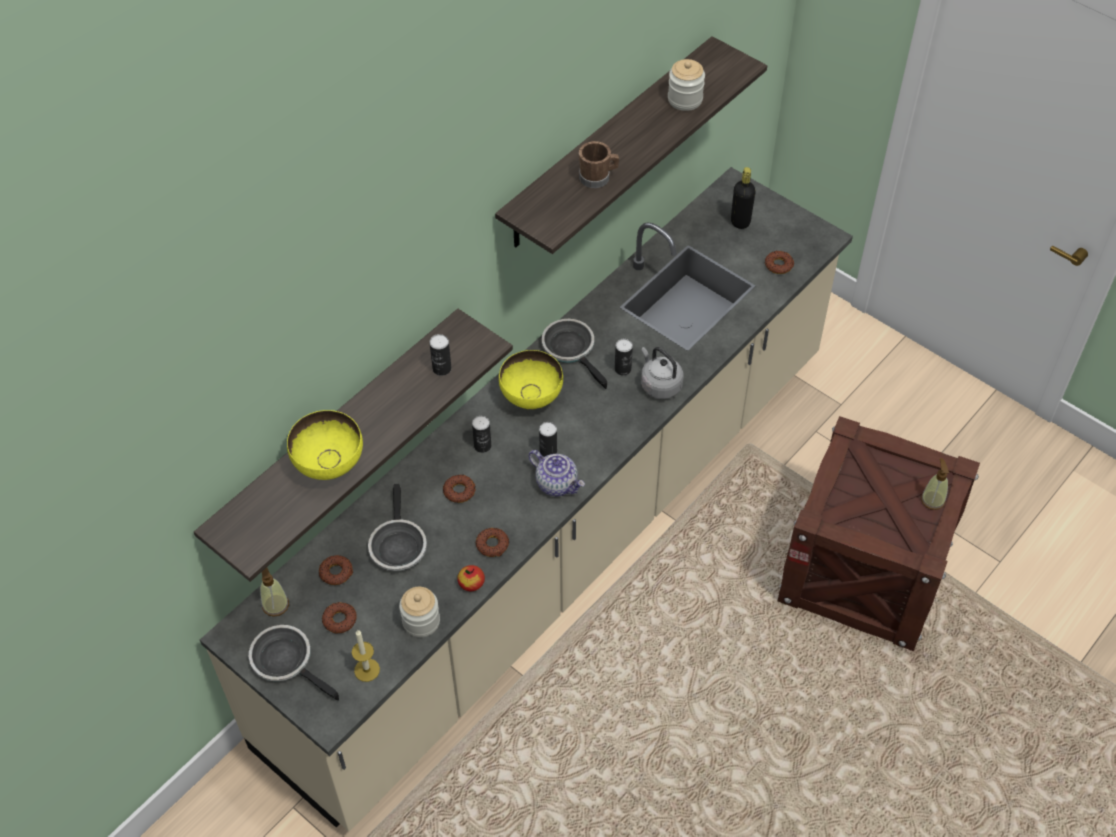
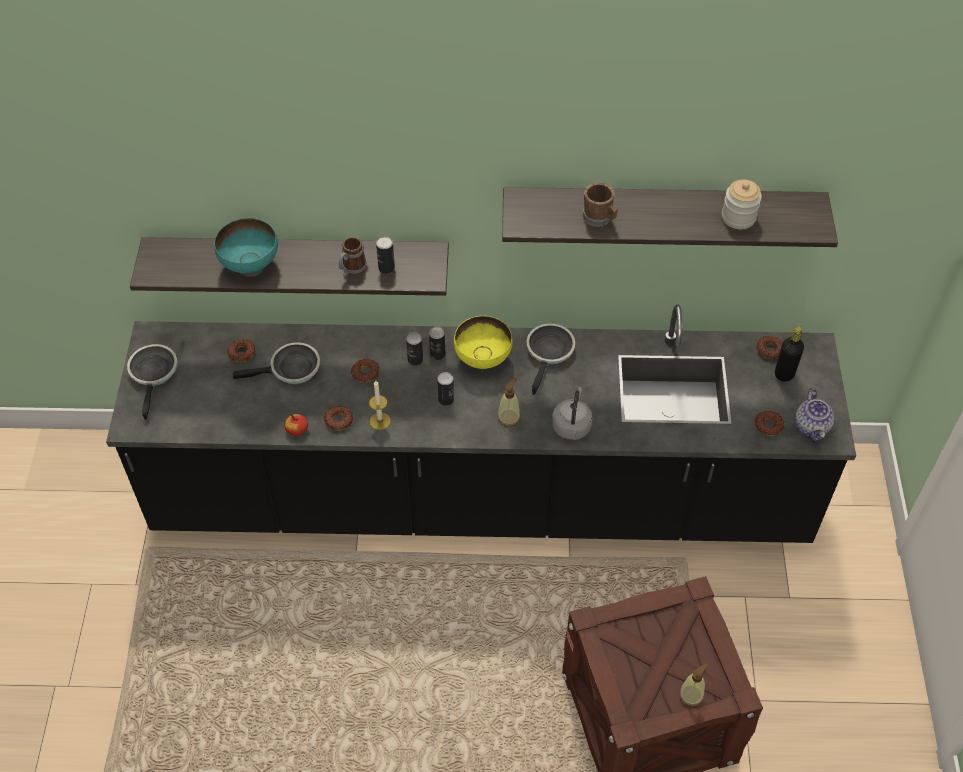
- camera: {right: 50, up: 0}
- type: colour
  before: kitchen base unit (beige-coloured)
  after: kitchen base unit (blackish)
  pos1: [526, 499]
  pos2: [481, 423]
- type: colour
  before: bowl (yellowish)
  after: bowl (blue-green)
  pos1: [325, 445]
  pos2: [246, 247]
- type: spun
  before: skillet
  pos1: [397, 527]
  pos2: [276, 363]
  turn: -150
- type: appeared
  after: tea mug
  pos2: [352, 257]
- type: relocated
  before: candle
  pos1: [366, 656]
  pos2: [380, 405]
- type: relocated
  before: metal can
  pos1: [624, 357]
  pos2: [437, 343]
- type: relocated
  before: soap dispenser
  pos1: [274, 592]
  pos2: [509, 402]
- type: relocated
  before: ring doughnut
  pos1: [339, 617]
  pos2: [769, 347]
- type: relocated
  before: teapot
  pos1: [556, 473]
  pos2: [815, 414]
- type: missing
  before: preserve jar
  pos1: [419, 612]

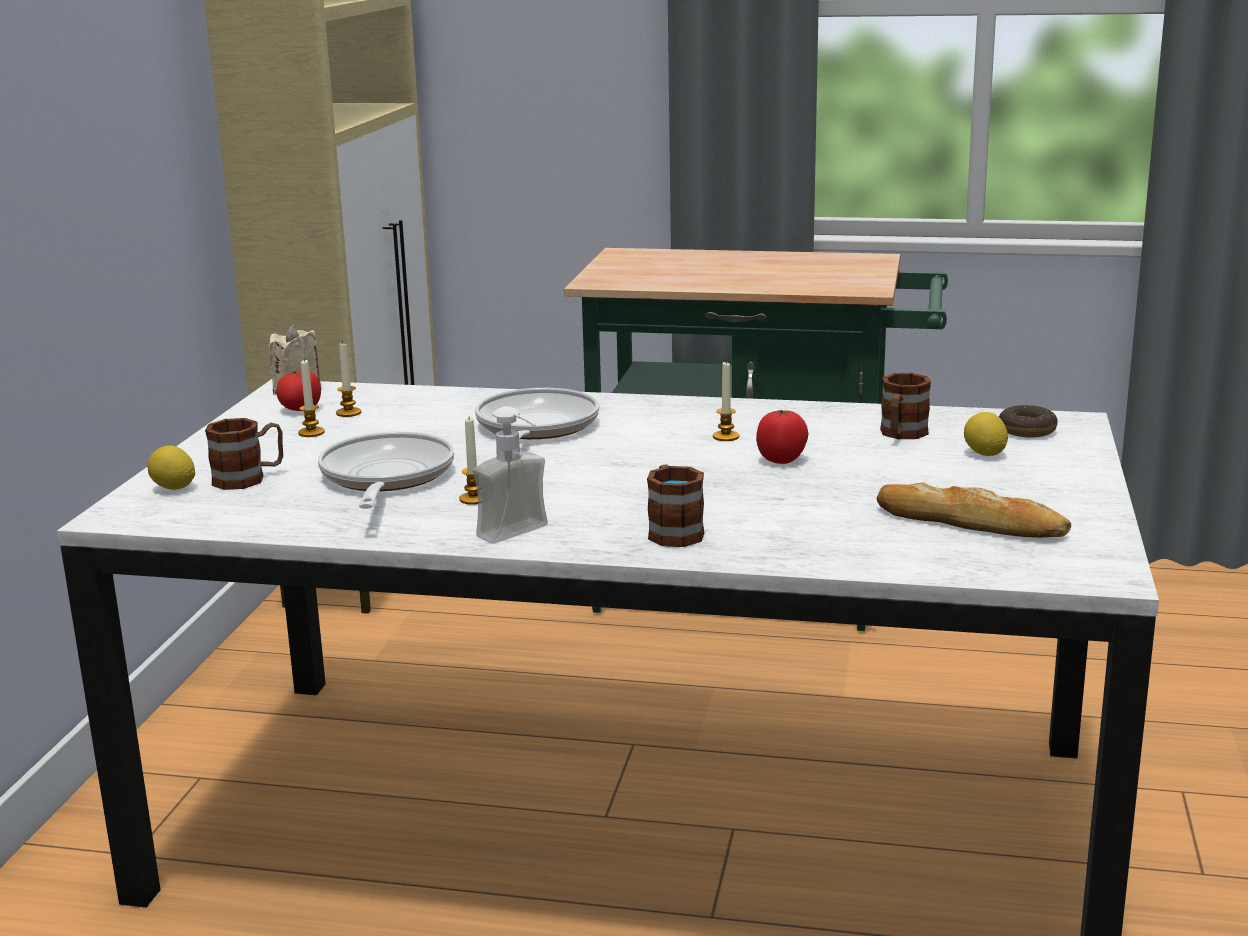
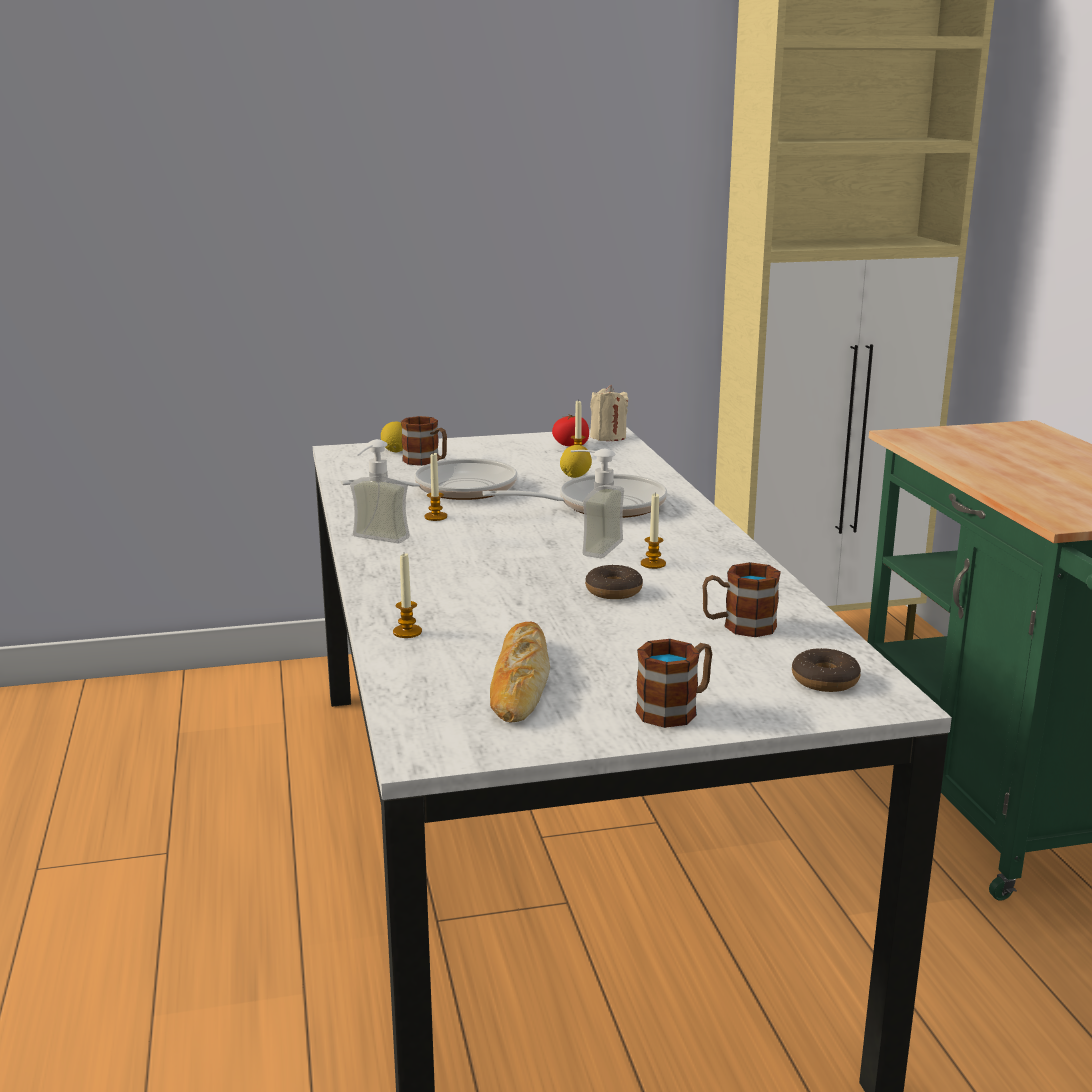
- camera: {right: 65, up: 0}
- type: relocated
  before: candle
  pos1: [311, 398]
  pos2: [407, 595]
- type: relocated
  before: whole lemon
  pos1: [986, 434]
  pos2: [576, 461]
- type: appeared
  after: soap dispenser
  pos2: [597, 503]
- type: exchanged
  before: whole tomato
  after: ring doughnut
  pos1: [782, 437]
  pos2: [614, 581]
- type: relocated
  before: tea mug
  pos1: [675, 506]
  pos2: [674, 683]

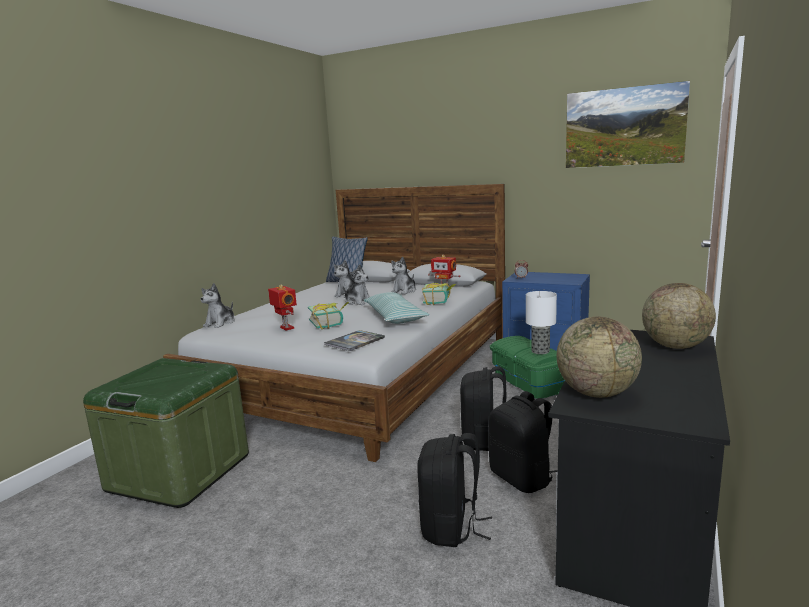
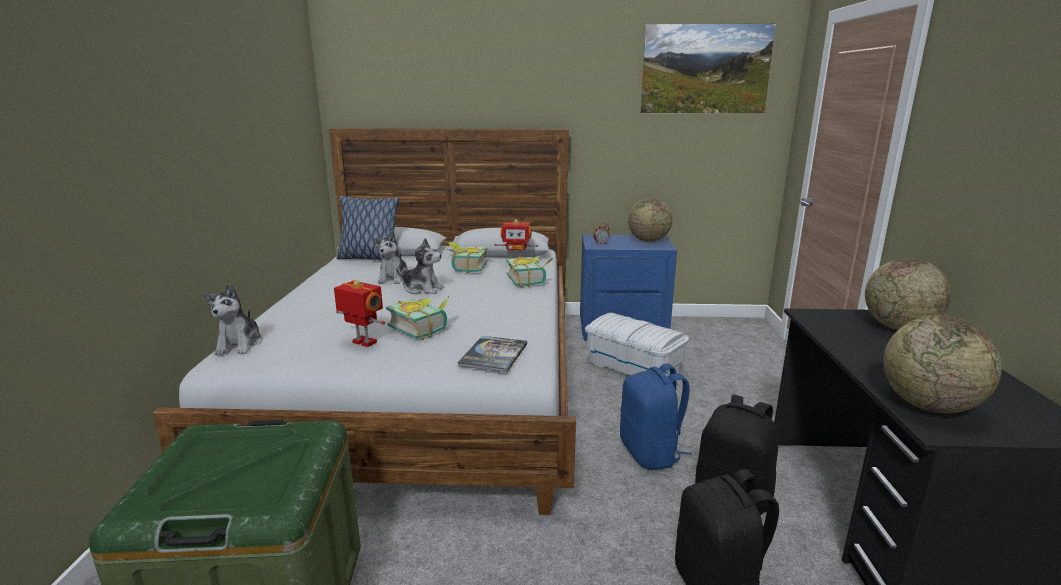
- camera: {right: -25, up: 5}
- type: exchanged
  before: soft toy
  after: book
  pos1: [403, 275]
  pos2: [468, 258]
- type: colour
  before: storage container (greenish)
  after: storage container (white-coloured)
  pos1: [527, 367]
  pos2: [637, 345]
- type: colour
  before: backpack (blackish)
  after: backpack (bluish)
  pos1: [483, 408]
  pos2: [656, 416]
- type: appeared
  after: desk globe
  pos2: [650, 220]
- type: missing
  before: throw pillow
  pos1: [396, 308]
- type: missing
  before: table lamp
  pos1: [541, 322]

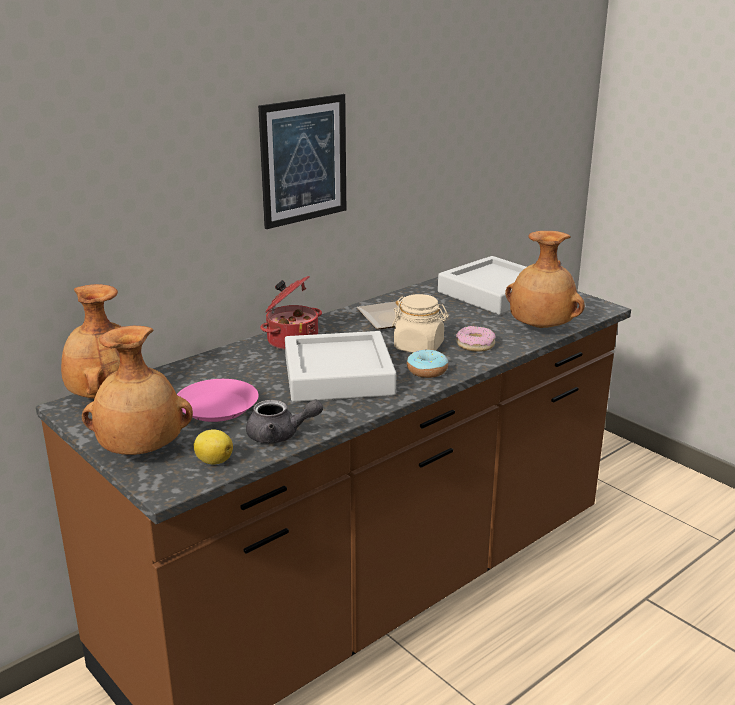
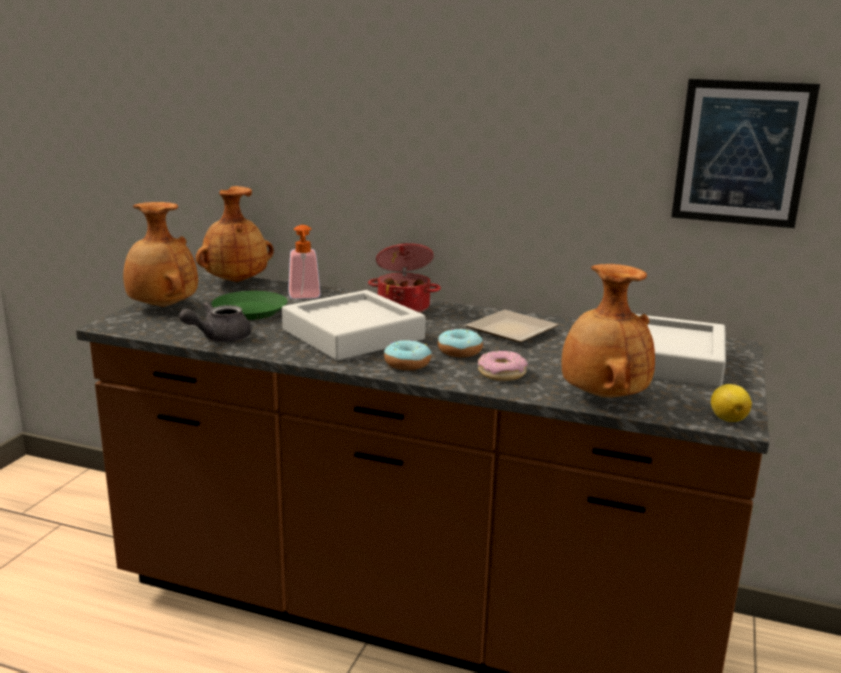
- camera: {right: 60, up: -5}
- type: spun
  before: teapot (gray)
  pos1: [284, 421]
  pos2: [215, 322]
  turn: 75
- type: colour
  before: flat dish (pink-coloured)
  after: flat dish (greenish)
  pos1: [217, 400]
  pos2: [249, 305]
- type: appeared
  after: soap dispenser
  pos2: [304, 262]
- type: exchanged
  before: preserve jar (beige-coloured)
  after: ring doughnut
  pos1: [420, 323]
  pos2: [460, 343]
- type: relocated
  before: wall art
  pos1: [302, 161]
  pos2: [745, 153]
- type: relocated
  before: whole lemon
  pos1: [213, 447]
  pos2: [731, 403]

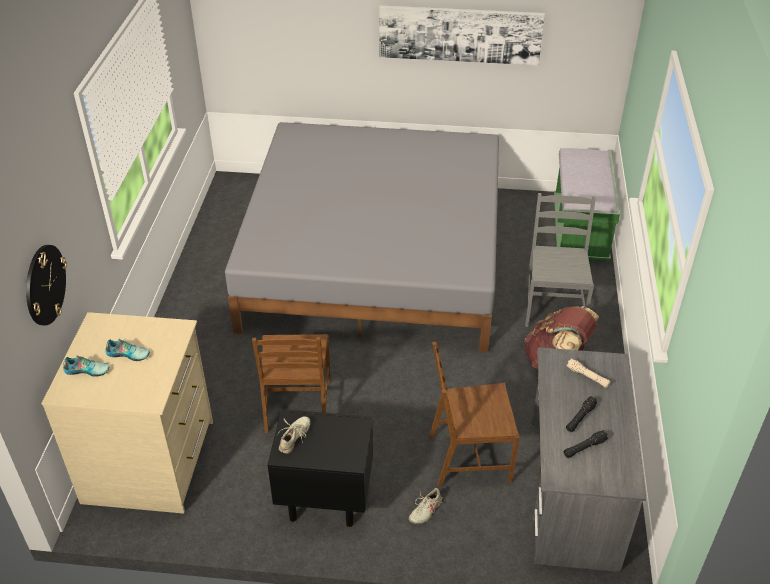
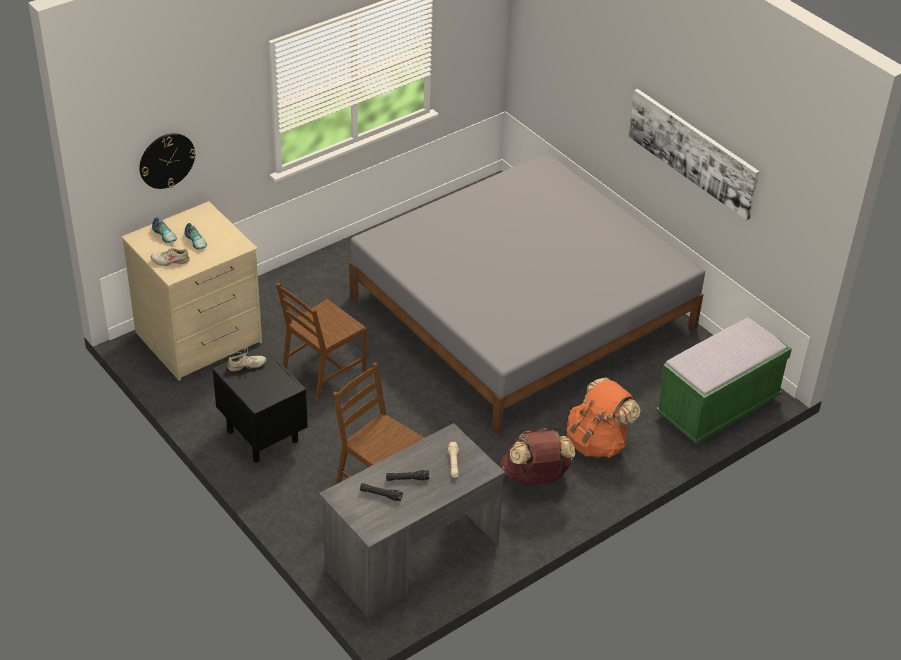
- camera: {right: 45, up: 0}
- type: relocated
  before: shoe (beige-coloured)
  pos1: [426, 506]
  pos2: [170, 256]
- type: exchanged
  before: upright chair (gray)
  after: backpack (orange-coloured)
  pos1: [560, 260]
  pos2: [604, 417]

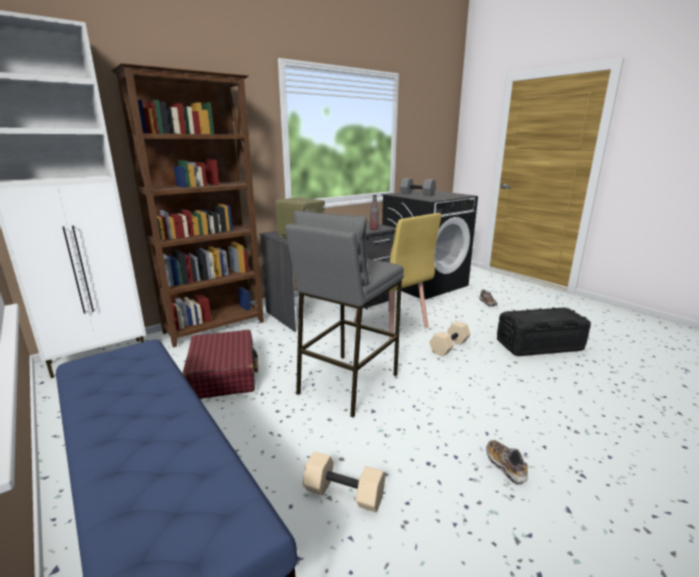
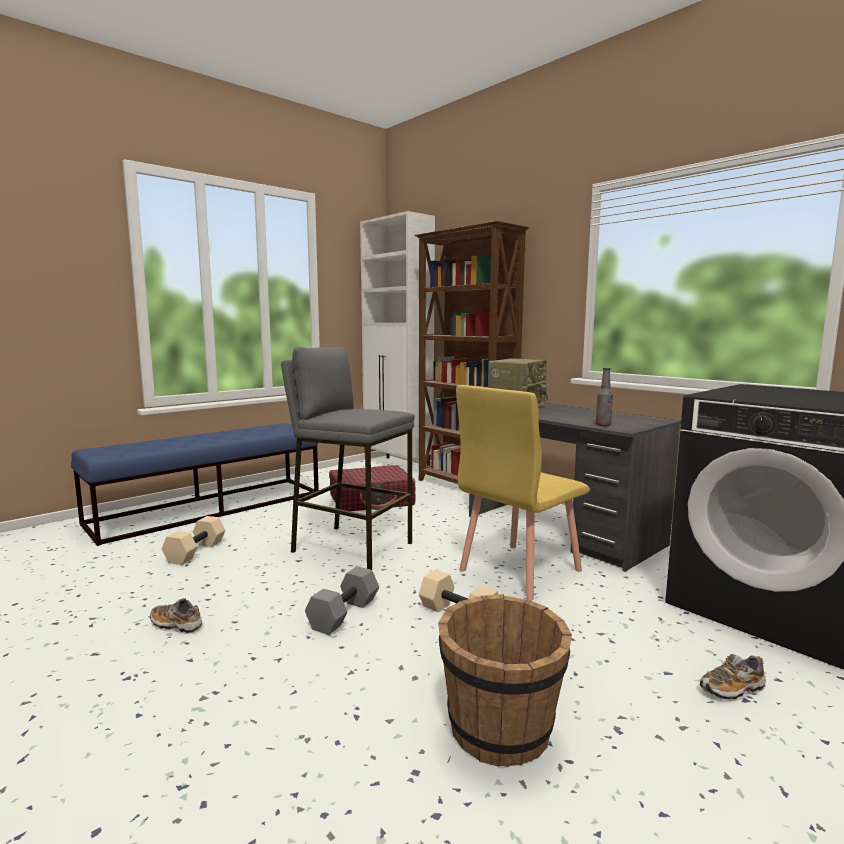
- camera: {right: 85, up: -10}
- type: spun
  before: shoe
  pos1: [507, 462]
  pos2: [176, 616]
  turn: -135
- type: relocated
  before: dumbbell (gray)
  pos1: [418, 187]
  pos2: [342, 600]
- type: exchanged
  before: storage container (blackish)
  after: bucket (brownish)
  pos1: [544, 331]
  pos2: [505, 680]

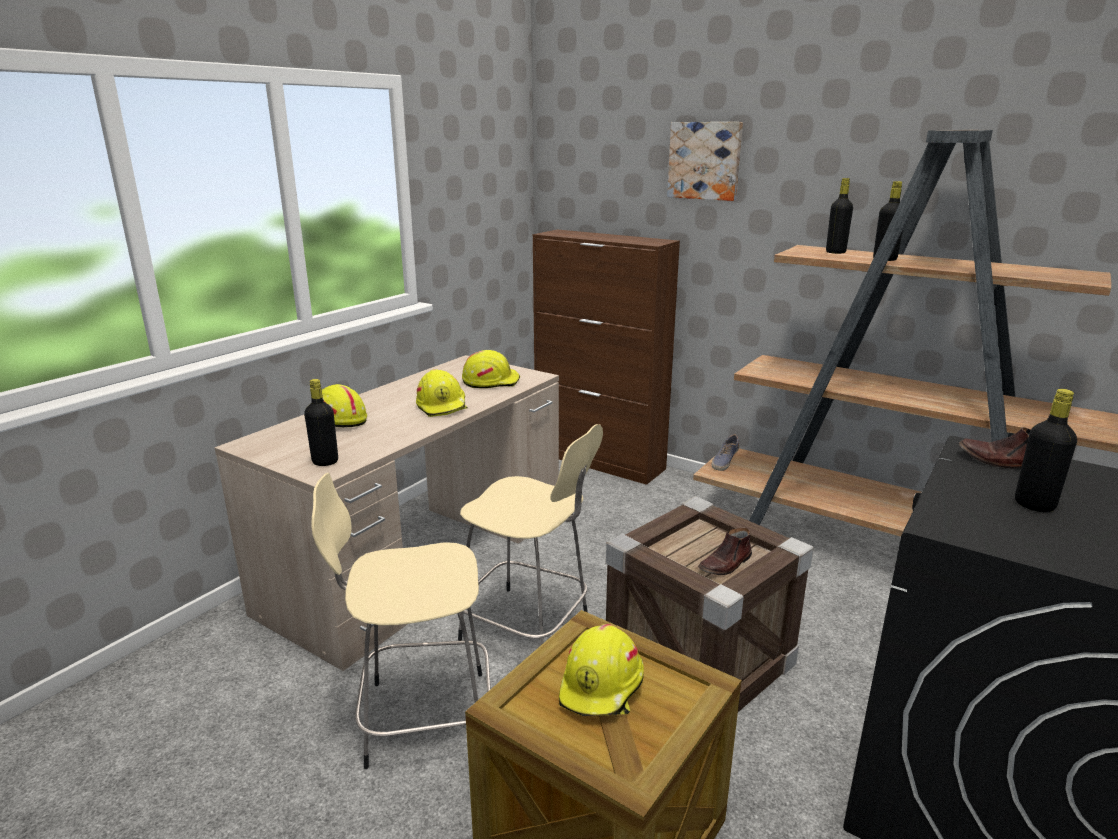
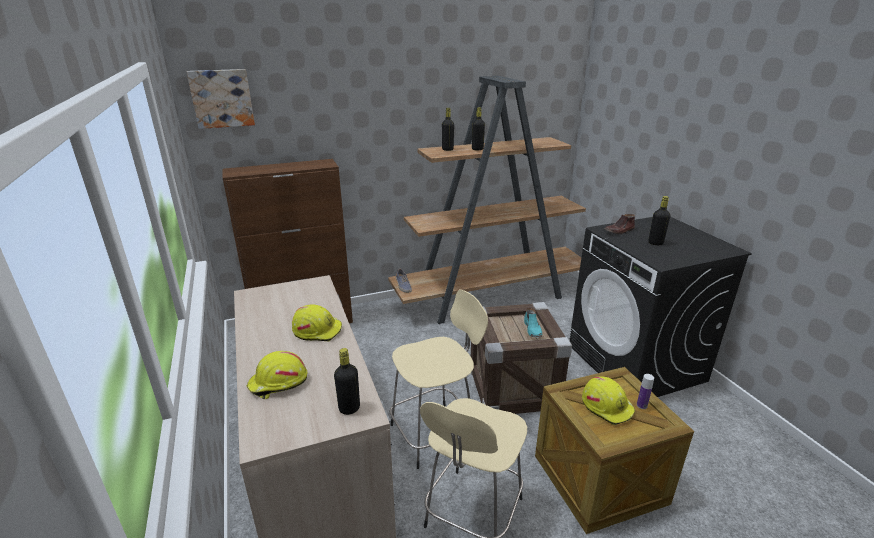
- camera: {right: -55, up: 5}
- type: relocated
  before: wall art
  pos1: [705, 161]
  pos2: [221, 99]
- type: colour
  before: shoe (brownish)
  after: shoe (blue-green)
  pos1: [725, 551]
  pos2: [533, 322]
- type: appeared
  after: drink bottle
  pos2: [645, 391]
- type: missing
  before: work helmet (yellowish)
  pos1: [491, 369]

